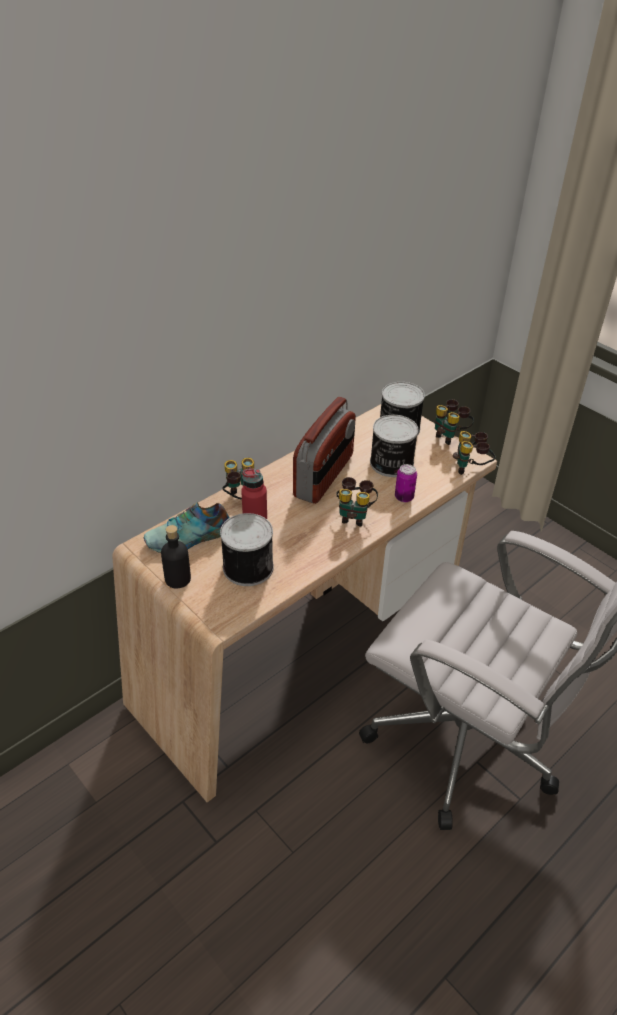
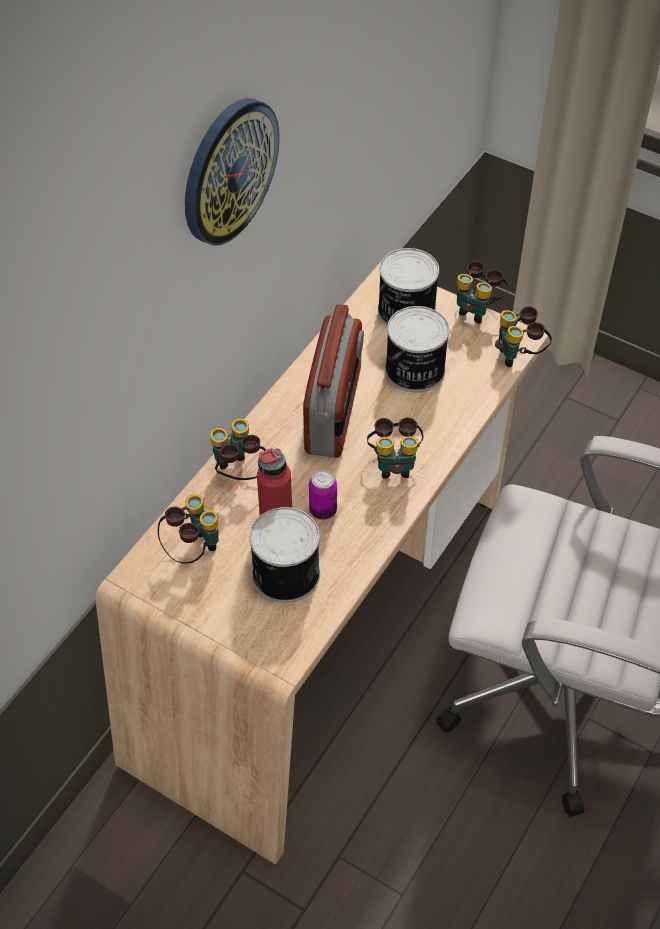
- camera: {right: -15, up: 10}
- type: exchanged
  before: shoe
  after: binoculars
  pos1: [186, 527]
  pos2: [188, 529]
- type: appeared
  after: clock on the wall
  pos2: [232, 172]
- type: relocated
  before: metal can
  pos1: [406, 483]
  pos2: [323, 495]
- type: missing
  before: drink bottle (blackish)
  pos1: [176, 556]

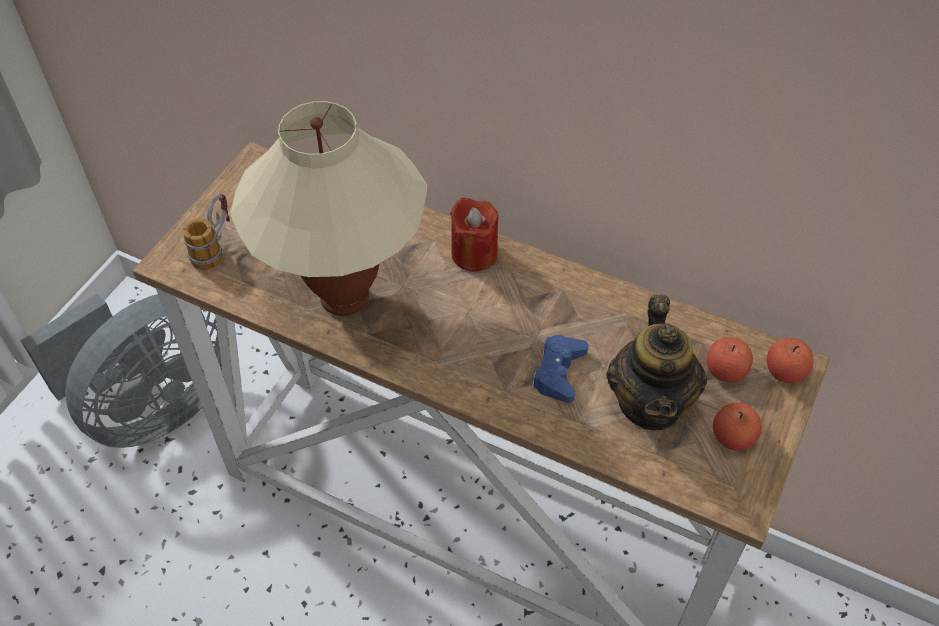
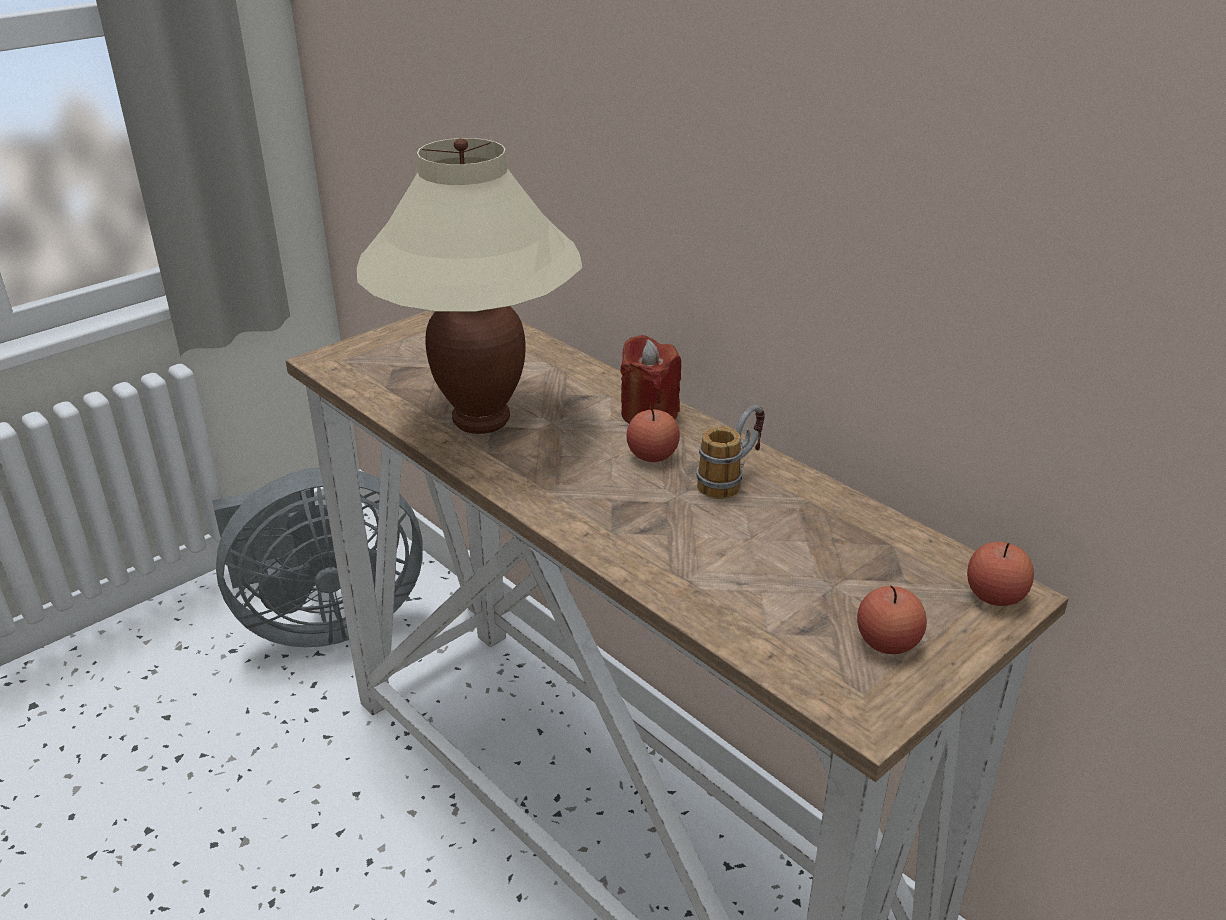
- camera: {right: 20, up: -20}
- type: relocated
  before: whole apple
  pos1: [730, 359]
  pos2: [653, 434]
- type: relocated
  before: tea mug
  pos1: [206, 232]
  pos2: [730, 452]
- type: missing
  before: joypad (bluish)
  pos1: [560, 369]
- type: missing
  before: teapot
  pos1: [656, 362]

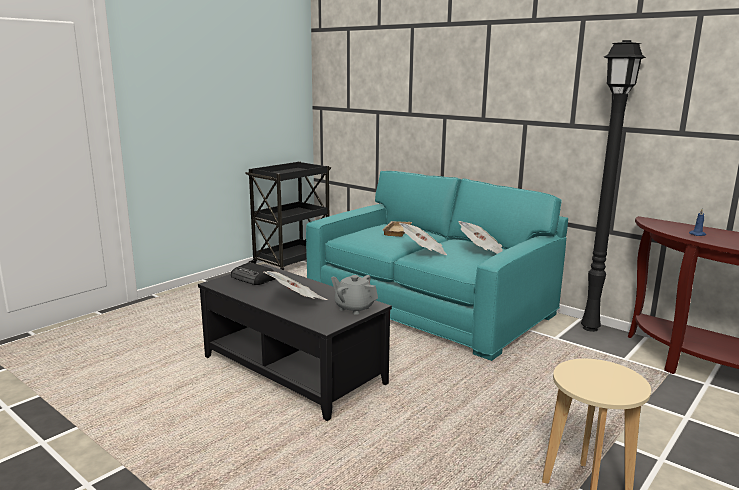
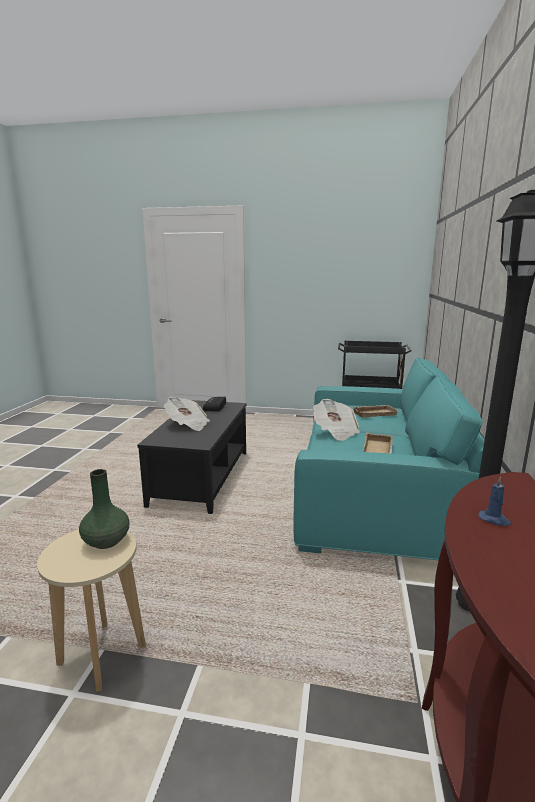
- camera: {right: 60, up: 0}
- type: appeared
  after: vase (greenish)
  pos2: [104, 509]
- type: exchanged
  before: newspaper
  after: serving tray (beige-coloured)
  pos1: [480, 237]
  pos2: [378, 443]
- type: missing
  before: teapot (gray)
  pos1: [354, 295]

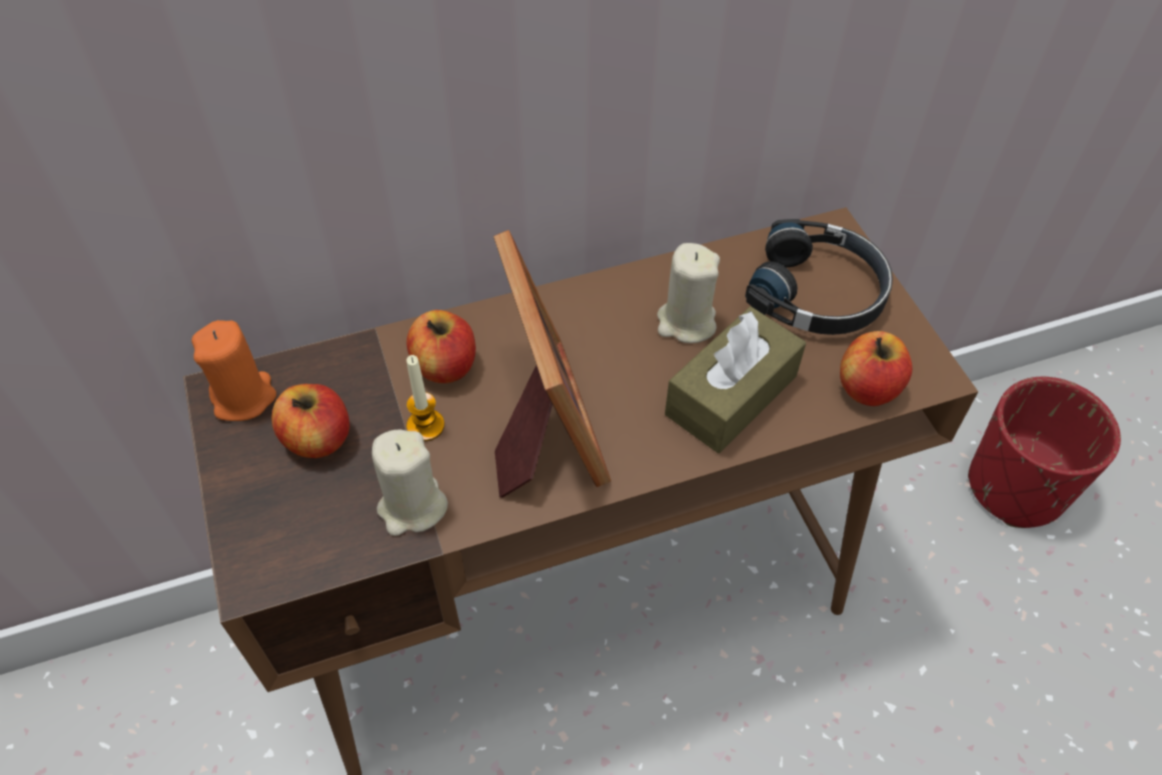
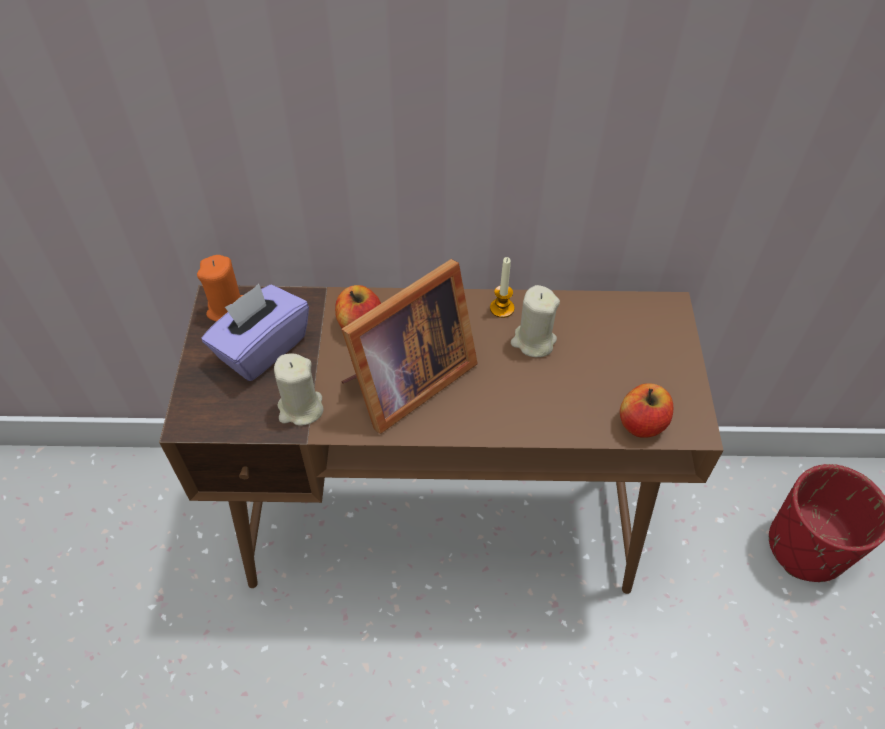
- camera: {right: 20, up: 0}
- type: exchanged
  before: whole apple
  after: box of tissues (purple)
  pos1: [311, 421]
  pos2: [255, 332]
- type: spun
  before: photo frame
  pos1: [552, 364]
  pos2: [409, 346]
  turn: 45
- type: relocated
  before: candle
  pos1: [425, 398]
  pos2: [502, 287]
- type: missing
  before: box of tissues (brownish)
  pos1: [735, 380]
- type: missing
  before: pair of headphones (blackish)
  pos1: [819, 277]

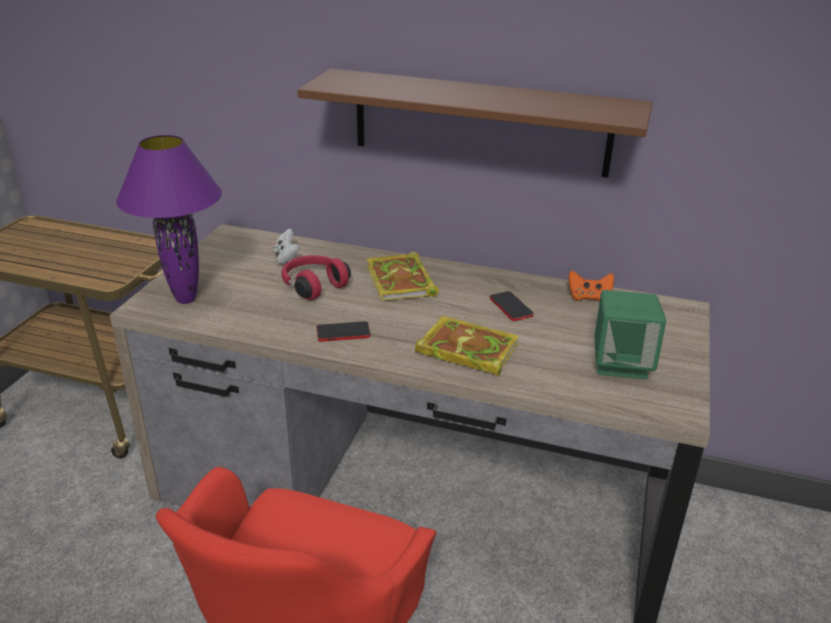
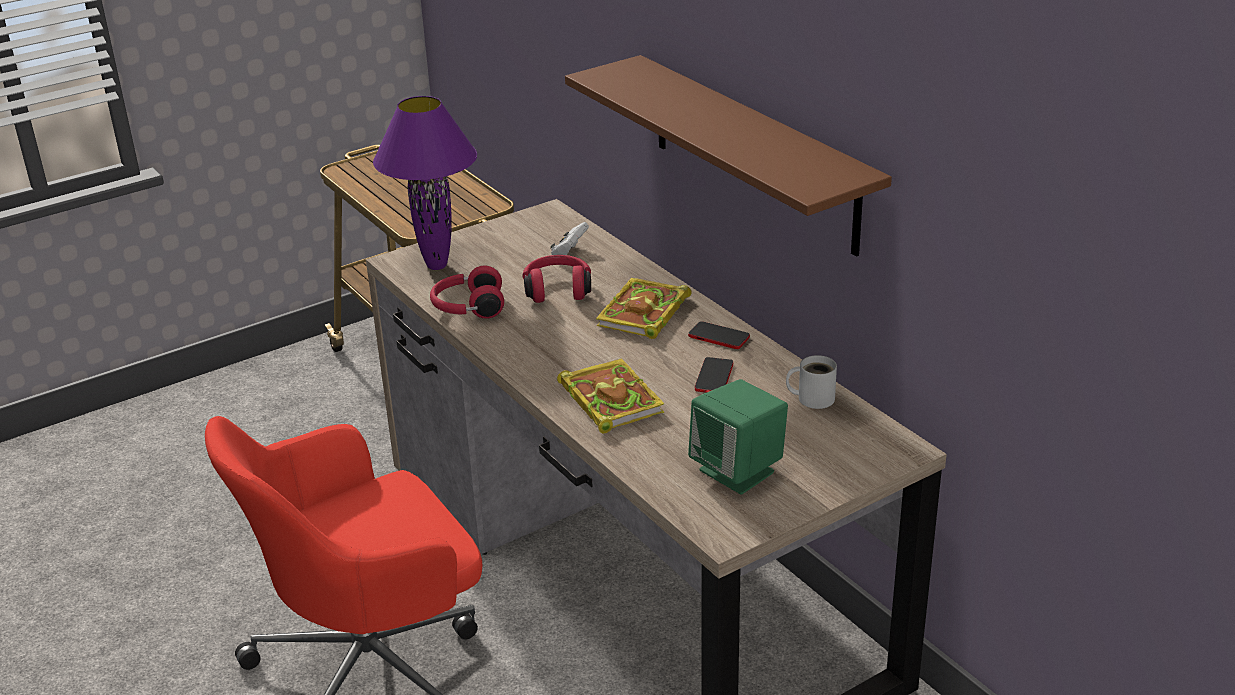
- camera: {right: 40, up: 0}
- type: appeared
  after: pair of headphones (reddish)
  pos2: [467, 292]
- type: relocated
  before: handset
  pos1: [344, 331]
  pos2: [719, 335]
- type: exchanged
  before: joypad (orange-coloured)
  after: tea mug (white-coloured)
  pos1: [591, 286]
  pos2: [811, 382]

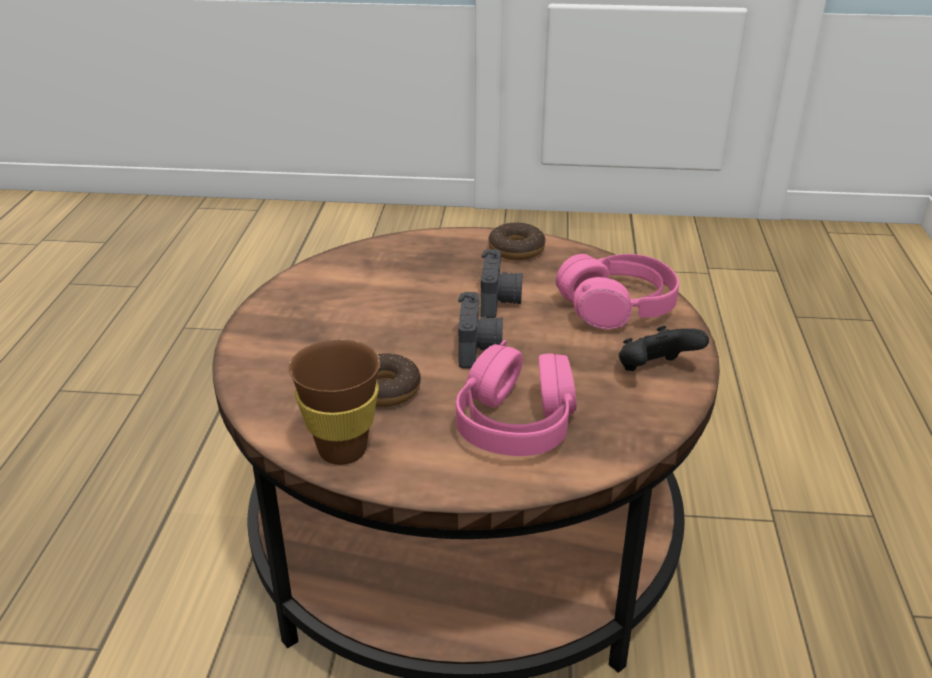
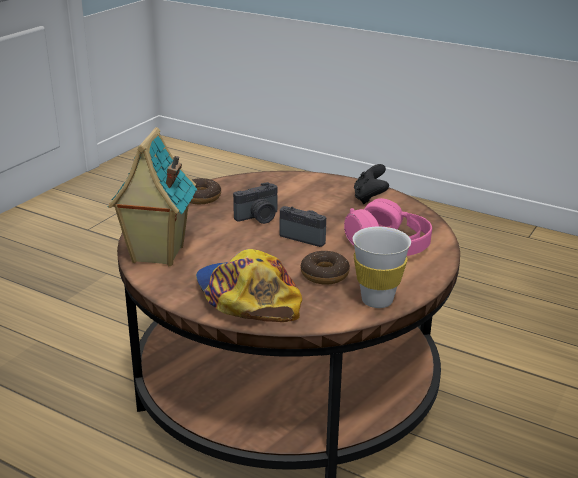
- camera: {right: -65, up: -5}
- type: appeared
  after: toy house
  pos2: [152, 196]
- type: appeared
  after: baseball cap
  pos2: [249, 285]
- type: spun
  before: photo camera
  pos1: [501, 284]
  pos2: [255, 203]
  turn: 120
- type: colour
  before: cup (brownish)
  after: cup (white-coloured)
  pos1: [334, 402]
  pos2: [382, 267]
- type: missing
  before: pair of headphones (pink-coloured)
  pos1: [617, 291]

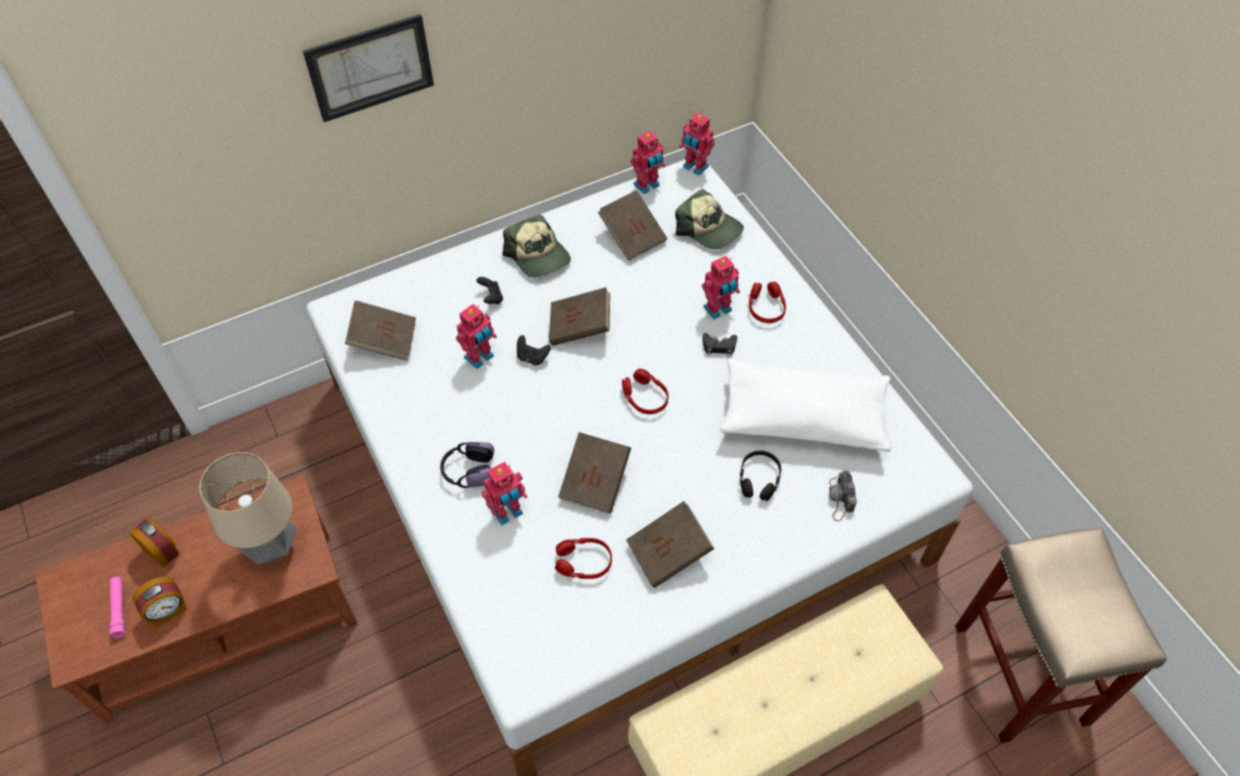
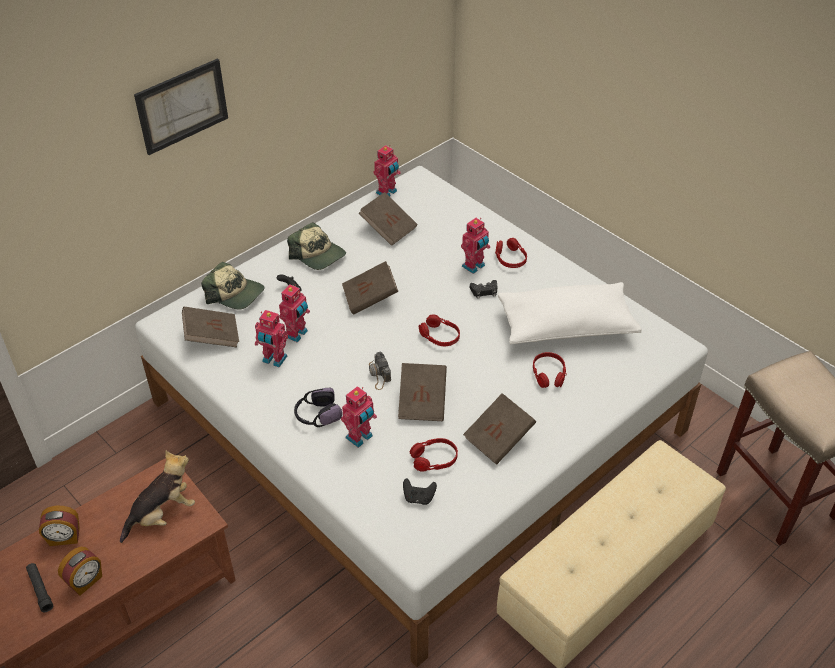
- camera: {right: -15, up: -10}
- type: colour
  before: torch (pink-coloured)
  after: torch (blackish)
  pos1: [117, 607]
  pos2: [39, 587]
- type: spun
  before: alarm clock
  pos1: [154, 543]
  pos2: [59, 526]
  turn: 150
- type: exchanged
  before: table lamp
  after: soft toy
  pos1: [248, 508]
  pos2: [157, 496]
- type: relocated
  before: baseball cap
  pos1: [709, 219]
  pos2: [232, 285]
- type: relocated
  before: robot figure
  pos1: [697, 144]
  pos2: [271, 338]
- type: relocated
  before: photo camera
  pos1: [843, 495]
  pos2: [380, 371]
- type: relocated
  before: joypad (blackish)
  pos1: [534, 350]
  pos2: [420, 491]
- type: colour
  before: pair of headphones (blackish)
  after: pair of headphones (reddish)
  pos1: [760, 475]
  pos2: [550, 370]

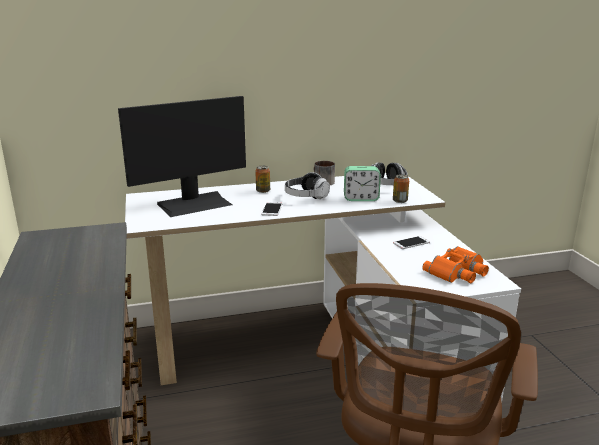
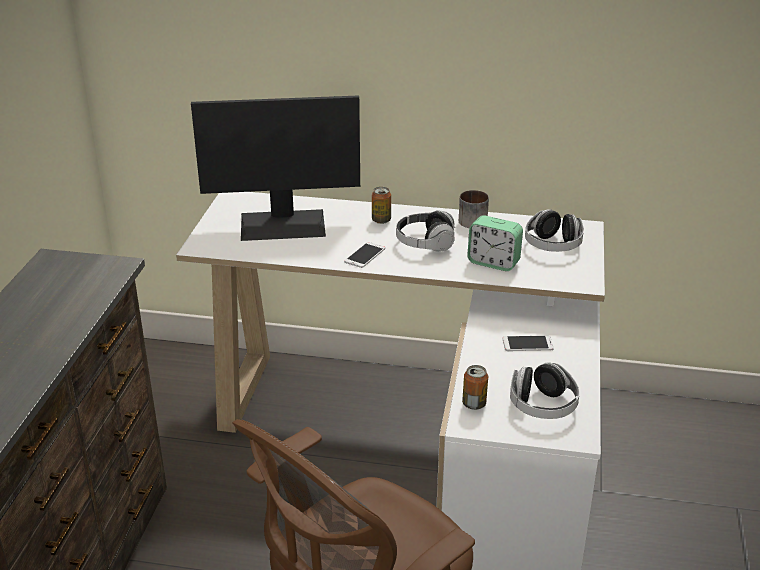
- camera: {right: 25, up: 10}
- type: relocated
  before: metal can
  pos1: [401, 188]
  pos2: [475, 387]
- type: exchanged
  before: binoculars (orange-coloured)
  after: pair of headphones
  pos1: [455, 264]
  pos2: [545, 391]

